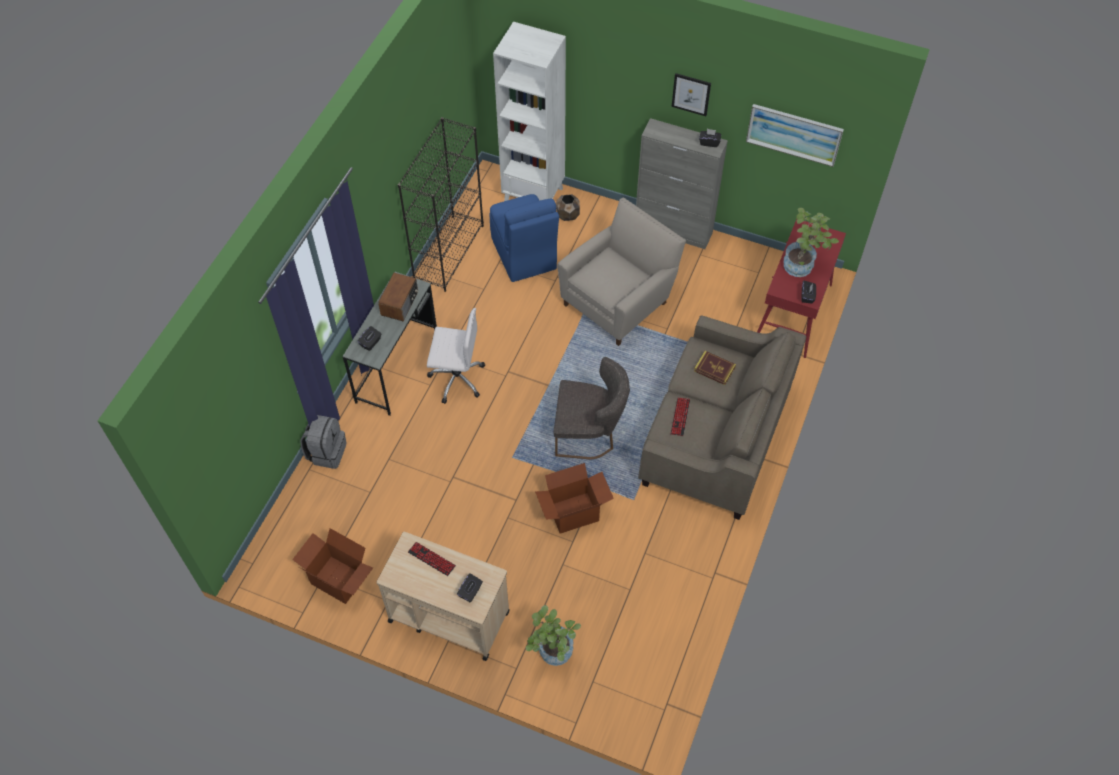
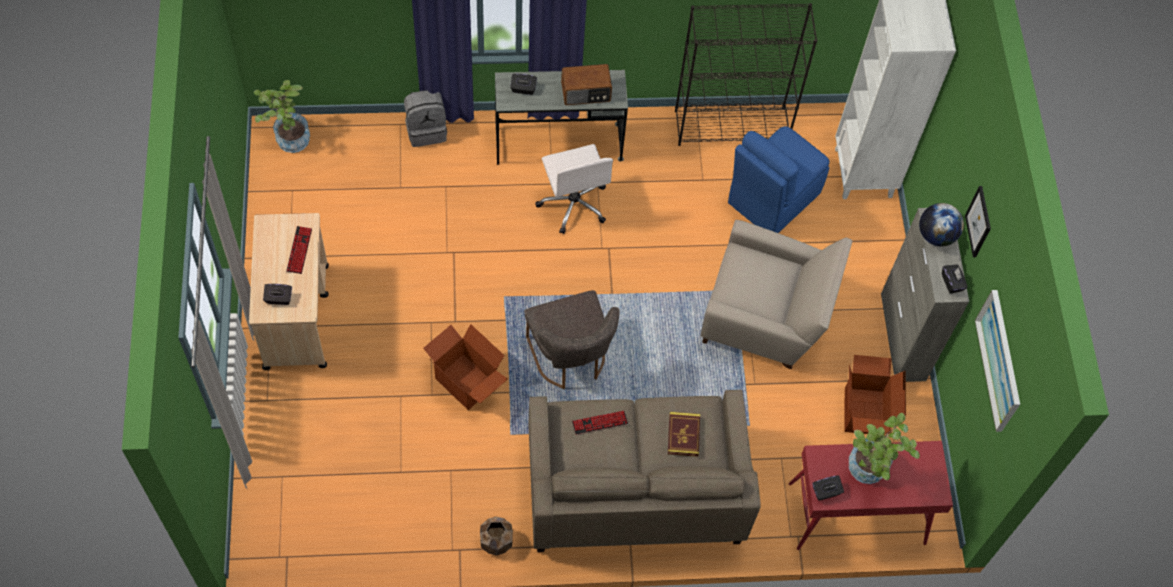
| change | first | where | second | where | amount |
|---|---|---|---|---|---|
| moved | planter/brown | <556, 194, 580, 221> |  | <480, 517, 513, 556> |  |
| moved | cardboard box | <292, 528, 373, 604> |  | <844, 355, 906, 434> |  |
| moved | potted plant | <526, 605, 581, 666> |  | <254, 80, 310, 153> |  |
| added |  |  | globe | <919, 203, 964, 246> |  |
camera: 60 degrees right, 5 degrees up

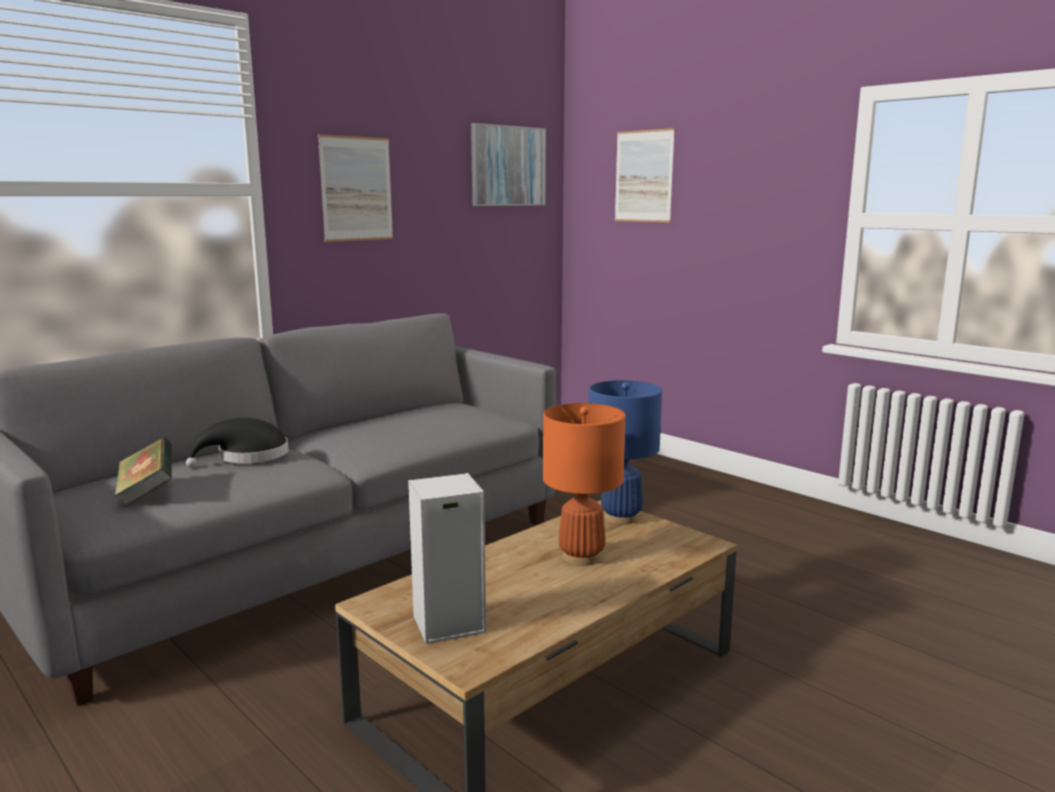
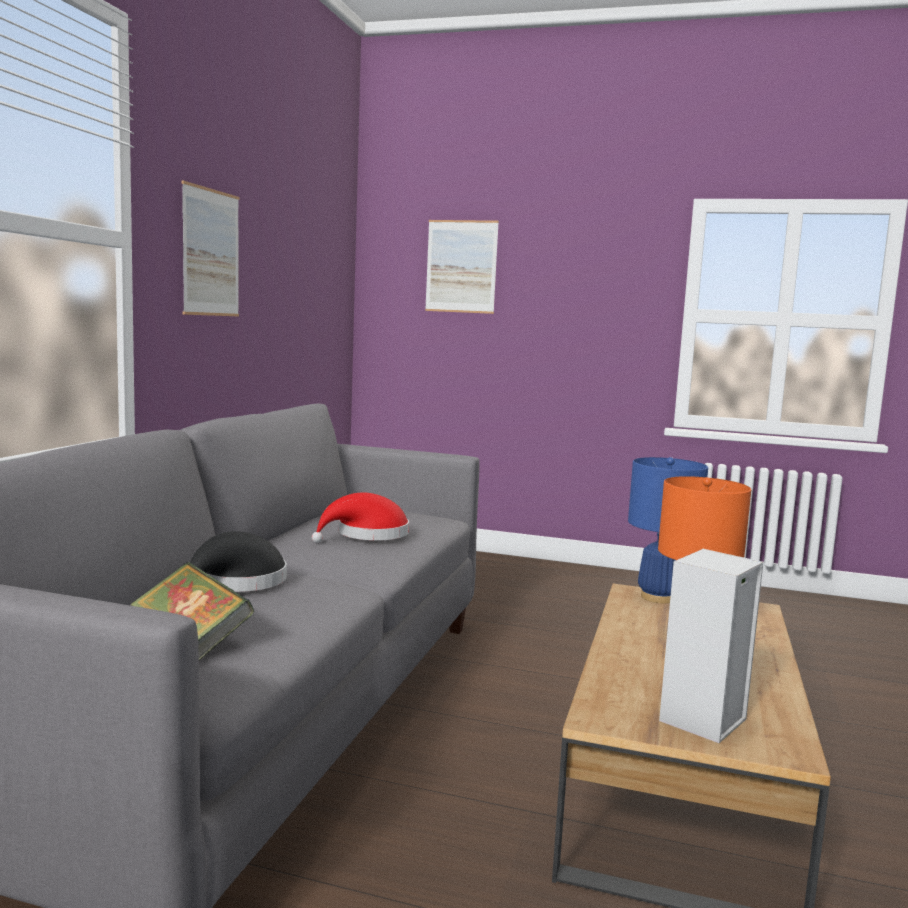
| change | first | where | second | where | amount |
|---|---|---|---|---|---|
| removed | picture | <471, 123, 546, 206> |  |  |  |
| added |  |  | hat/red | <312, 493, 409, 543> |  |
camera: 30 degrees left, 5 degrees down

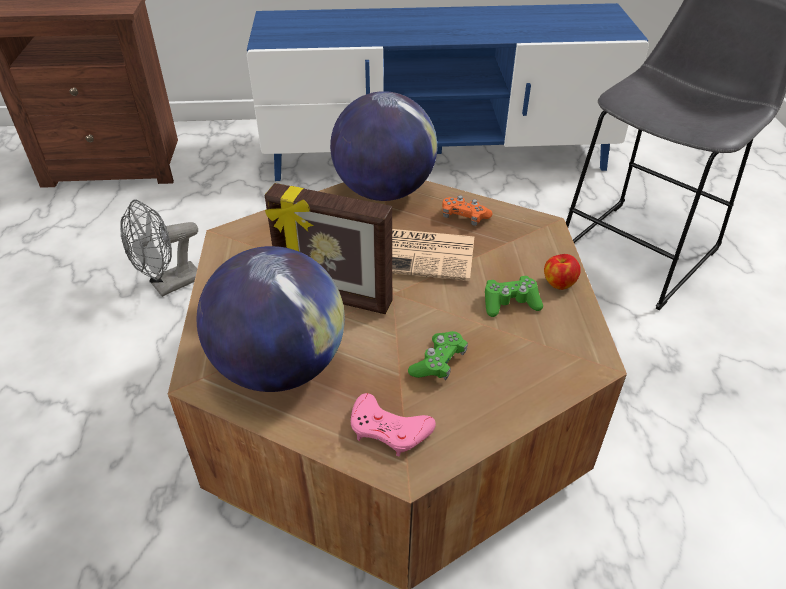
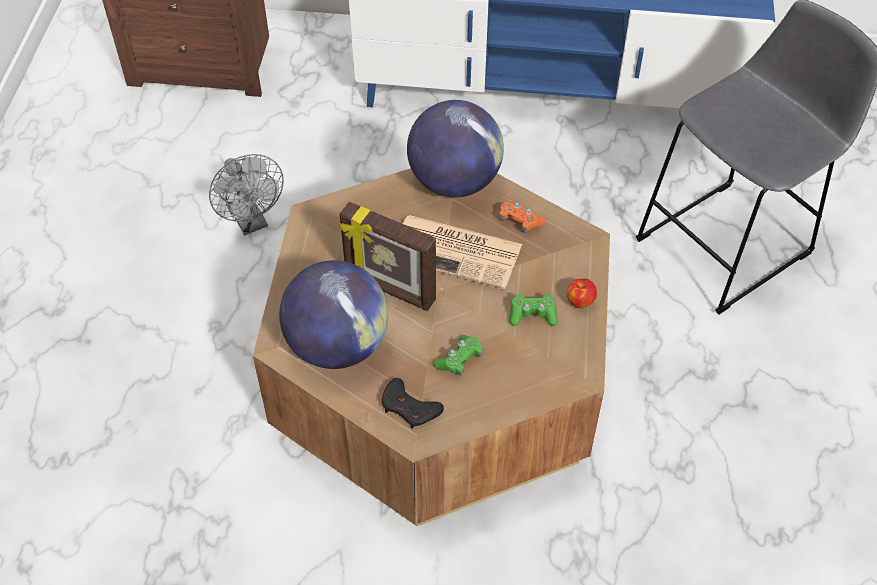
| change | first | where | second | where | amount |
|---|---|---|---|---|---|
| turned | fan/grey | <120, 199, 198, 297> |  | <209, 154, 284, 235> | 90 degrees counterclockwise |
| recoloured | game controller/pink | <351, 393, 436, 456> | game controller/black | <382, 378, 444, 429> |  |
camera: 10 degrees right, 10 degrees up

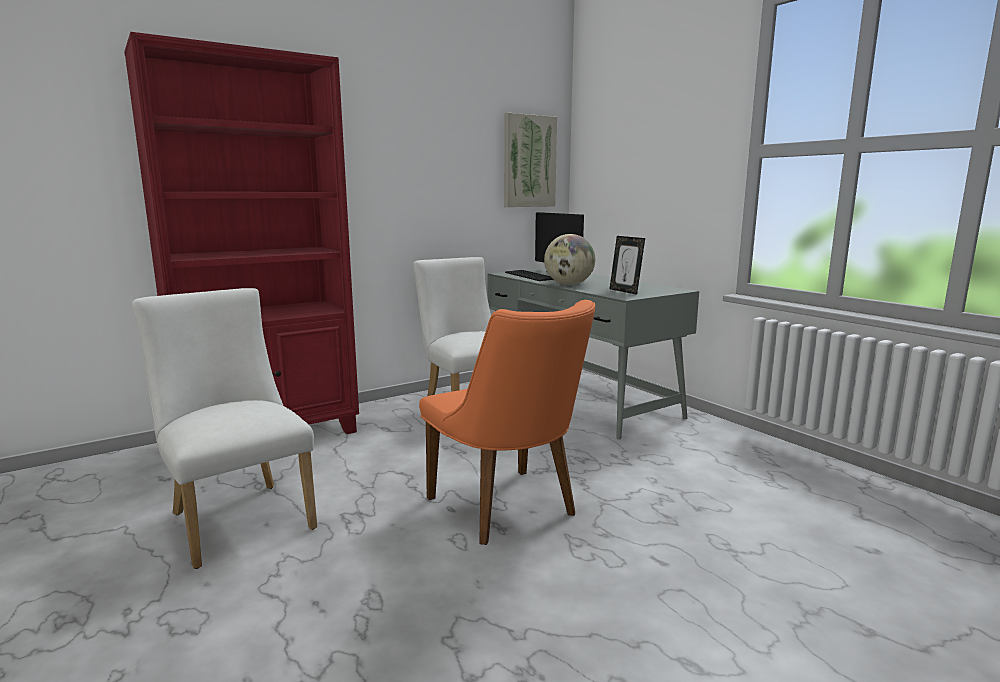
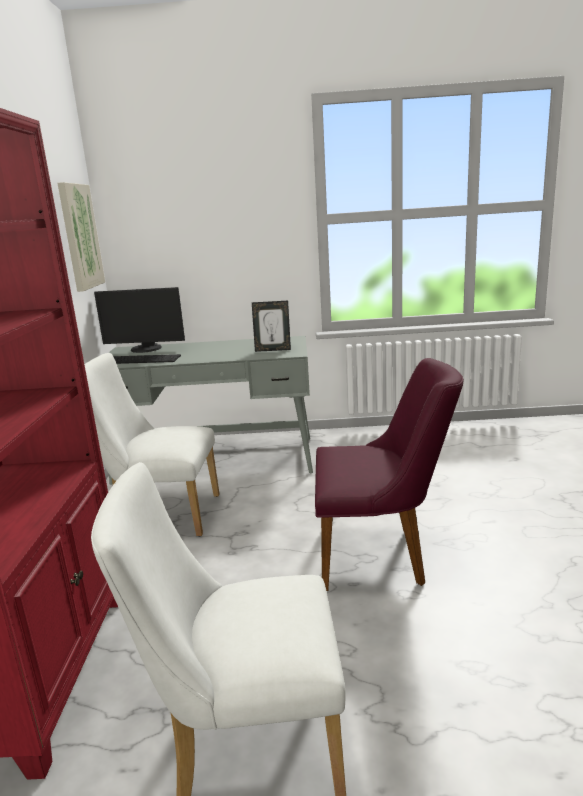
| change | first | where | second | where | amount |
|---|---|---|---|---|---|
| removed | globe | <544, 234, 595, 285> |  |  |  |
| recoloured | chair/orange | <419, 300, 595, 545> | chair/purple | <315, 358, 464, 591> |  |
camera: 55 degrees left, 5 degrees up

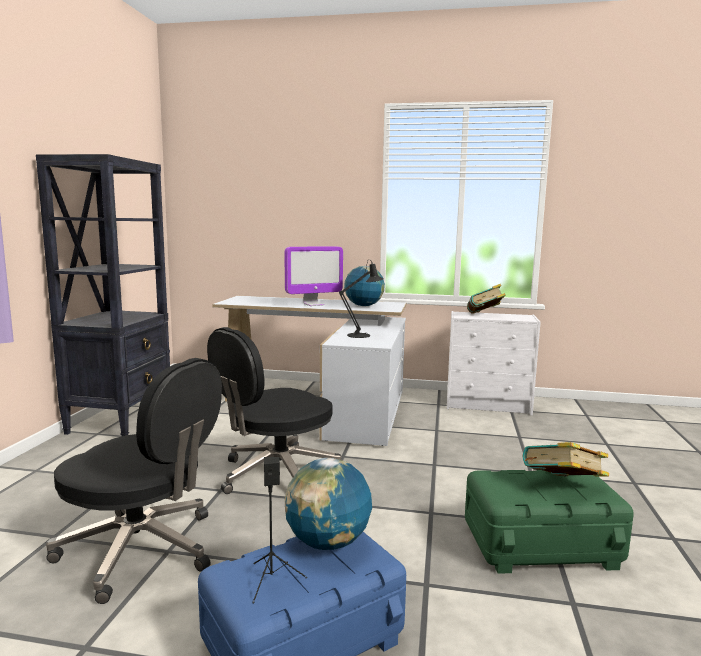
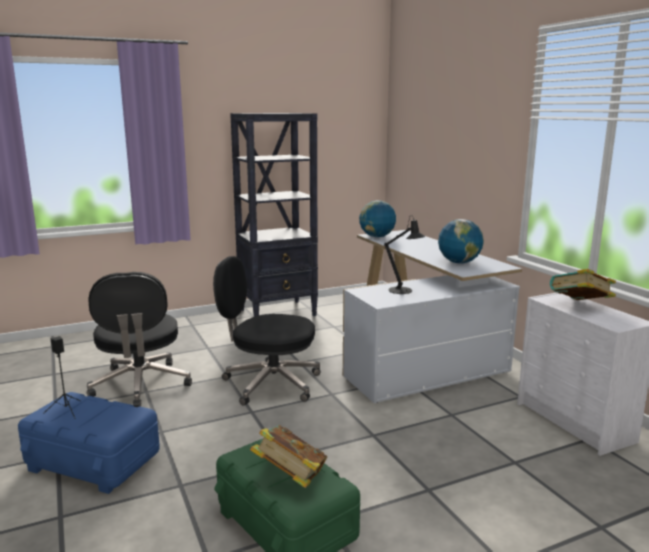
| change | first | where | second | where | amount |
|---|---|---|---|---|---|
| removed | monitor | <285, 246, 343, 306> |  |  |  |
| moved | globe | <285, 458, 372, 550> |  | <359, 200, 396, 237> |  |
camera: 55 degrees right, 5 degrees up

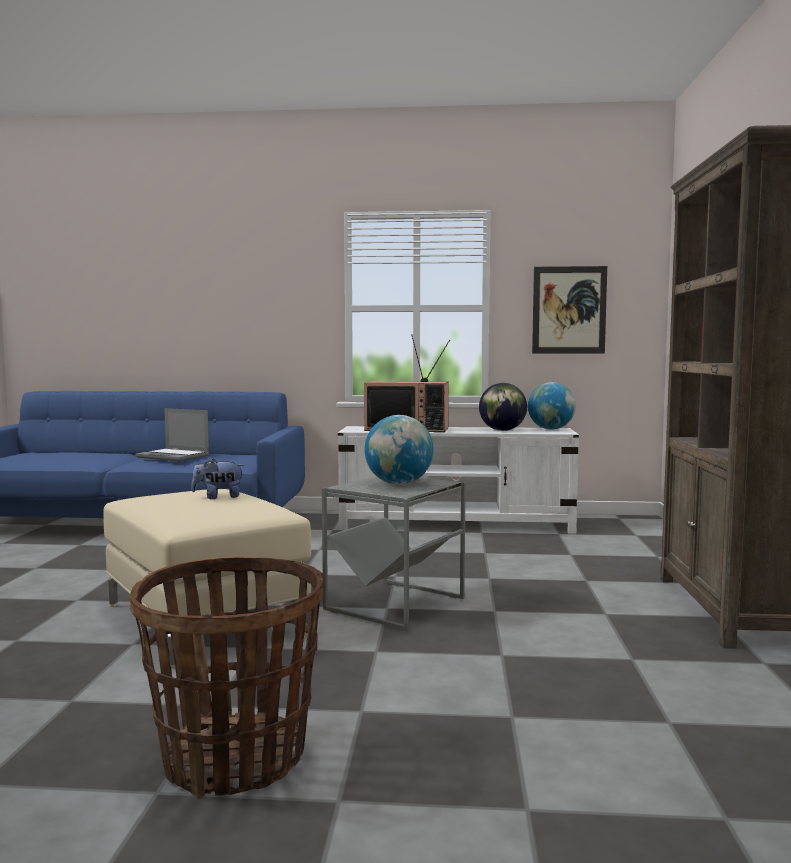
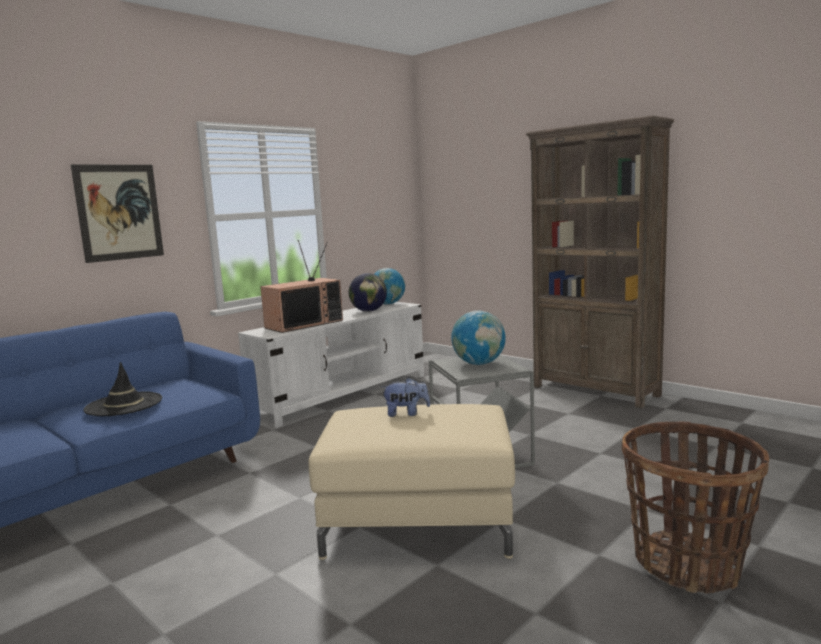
| change | first | where | second | where | amount |
|---|---|---|---|---|---|
| moved | picture | <532, 266, 607, 354> |  | <71, 164, 164, 263> |  |
| replaced | laptop | <135, 408, 209, 461> | hat/black | <83, 362, 162, 416> |  |
| turned | plush toy | <191, 459, 245, 499> |  | <381, 377, 430, 417> | 120 degrees counterclockwise |
camera: 50 degrees left, 5 degrees up

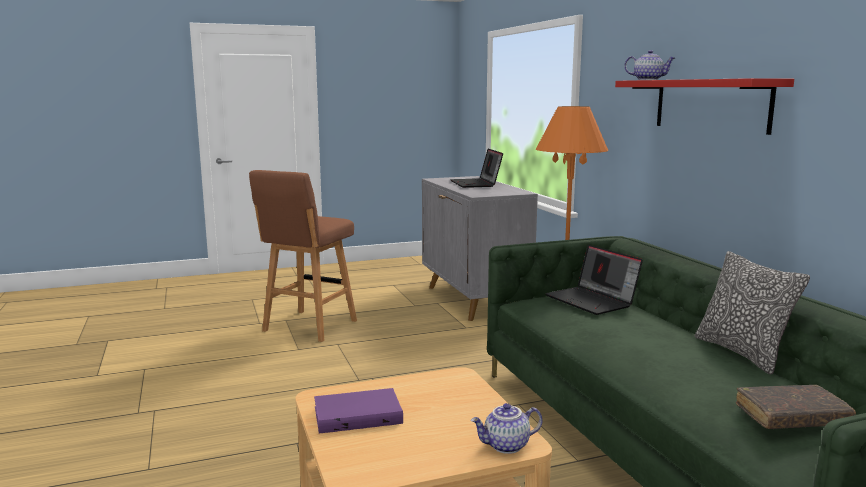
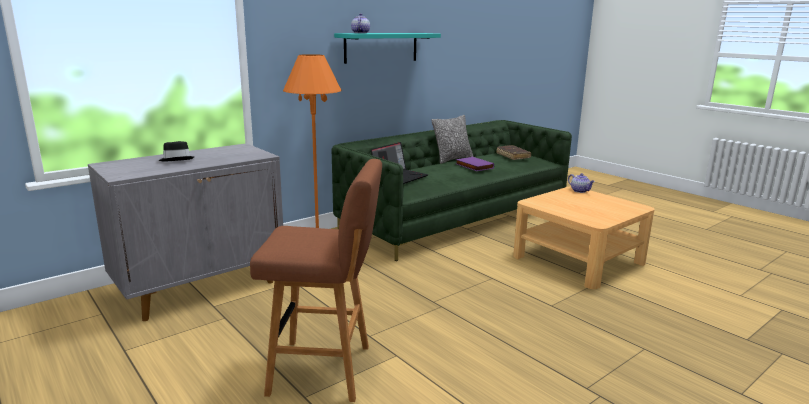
| change | first | where | second | where | amount |
|---|---|---|---|---|---|
| recoloured | shelf/red | <615, 78, 794, 135> | shelf/turquoise | <334, 33, 441, 64> |  |
| replaced | laptop | <450, 149, 503, 188> | hat/black | <159, 141, 194, 162> |  |
| moved | book/purple | <314, 388, 403, 434> |  | <456, 157, 494, 171> |  |
camera: 110 degrees left, 5 degrees up

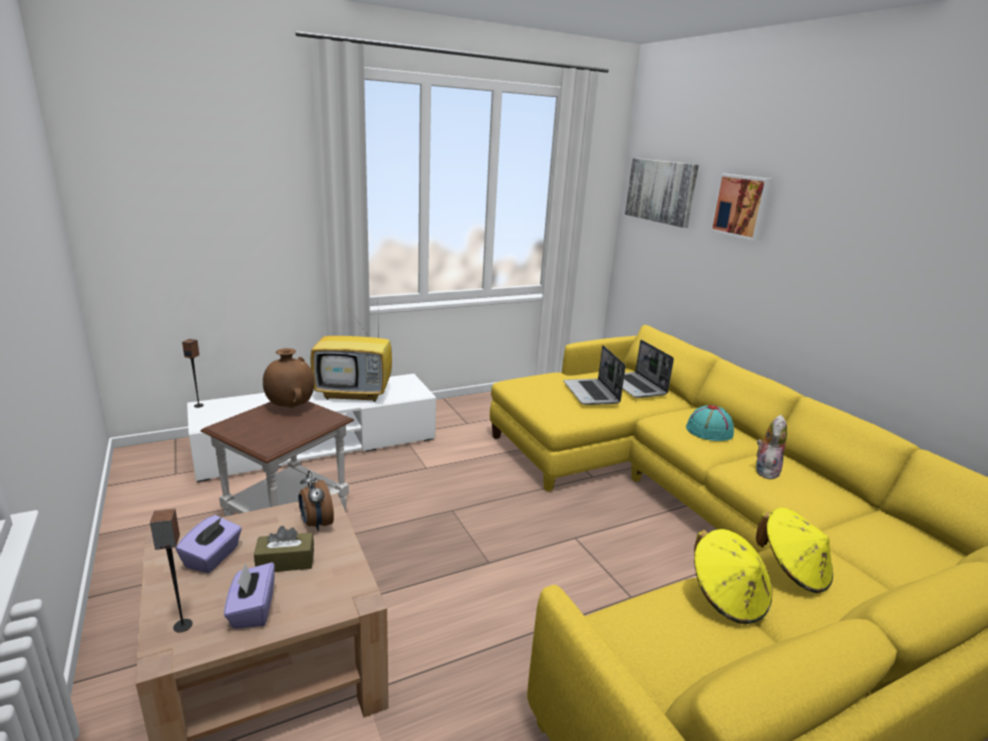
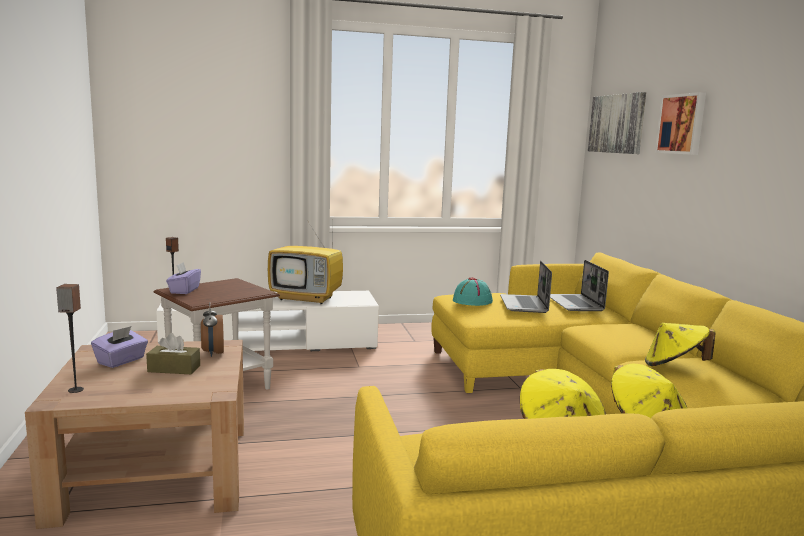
| change | first | where | second | where | amount |
|---|---|---|---|---|---|
| removed | vase/brown | <263, 348, 314, 408> |  |  |  |
| moved | hat/turquoise | <686, 405, 734, 441> |  | <453, 277, 493, 306> |  |
| replaced | plush toy | <756, 415, 787, 479> | hat/yellow | <645, 323, 716, 366> |  |
| moved | tissue box/purple | <224, 562, 275, 629> |  | <166, 262, 201, 294> |  |
camera: 15 degrees right, 10 degrees down

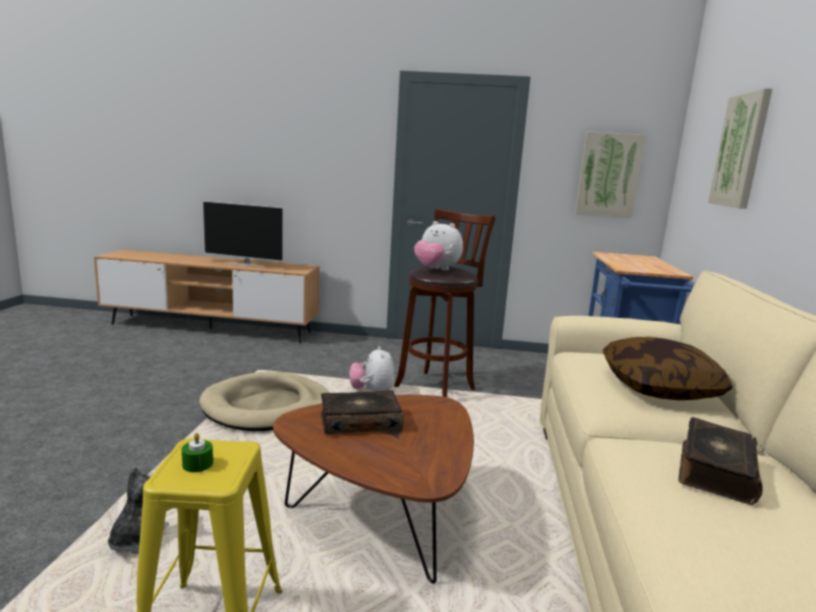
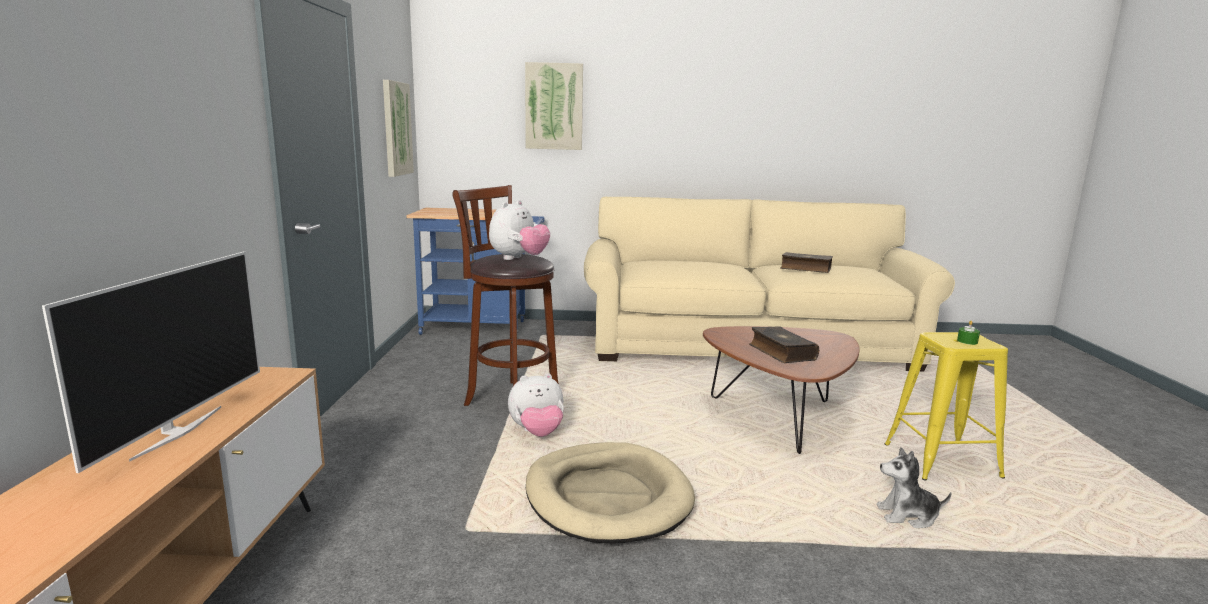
| change | first | where | second | where | amount |
|---|---|---|---|---|---|
| removed | pillow | <603, 337, 733, 400> |  |  |  |
camera: 95 degrees left, 0 degrees up

